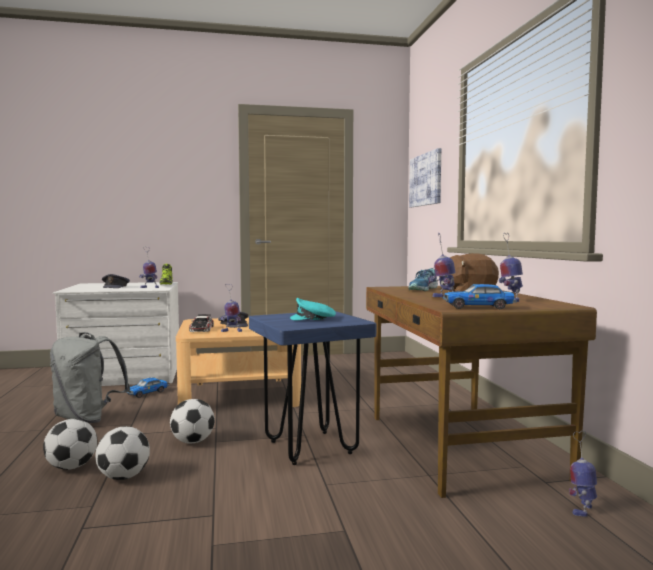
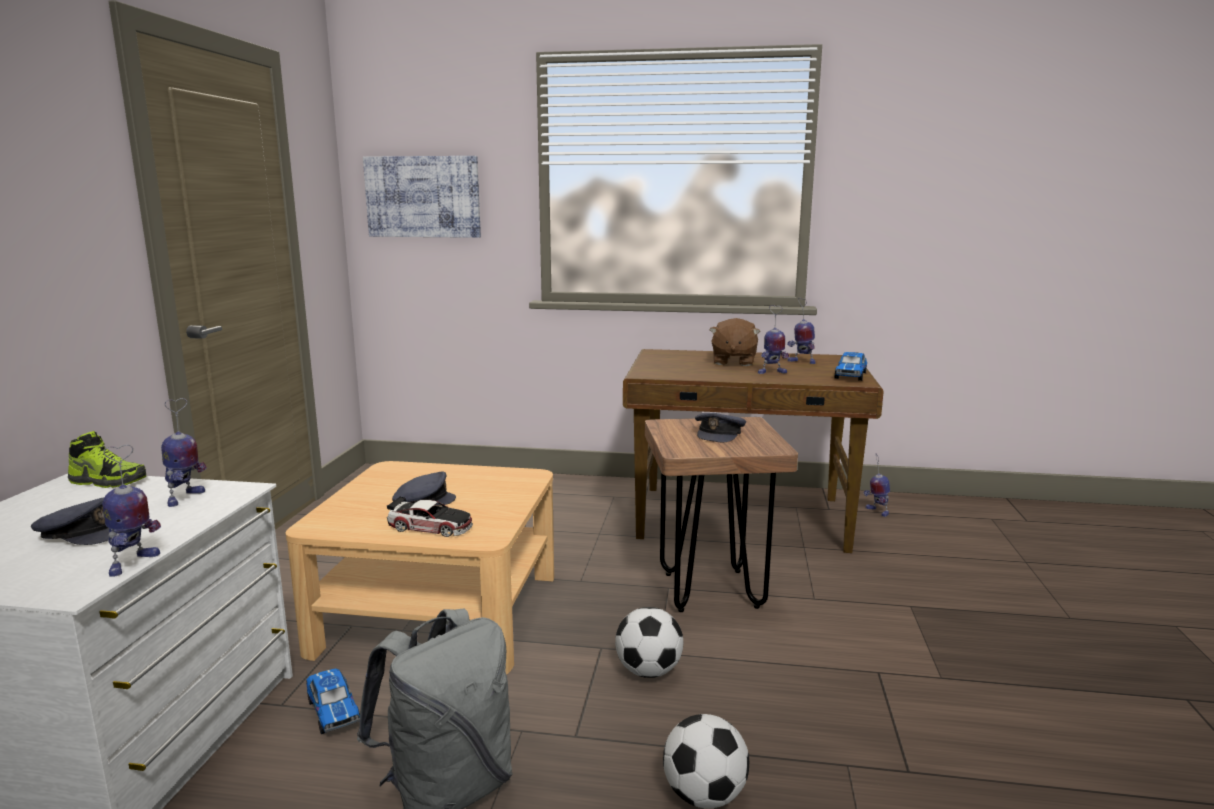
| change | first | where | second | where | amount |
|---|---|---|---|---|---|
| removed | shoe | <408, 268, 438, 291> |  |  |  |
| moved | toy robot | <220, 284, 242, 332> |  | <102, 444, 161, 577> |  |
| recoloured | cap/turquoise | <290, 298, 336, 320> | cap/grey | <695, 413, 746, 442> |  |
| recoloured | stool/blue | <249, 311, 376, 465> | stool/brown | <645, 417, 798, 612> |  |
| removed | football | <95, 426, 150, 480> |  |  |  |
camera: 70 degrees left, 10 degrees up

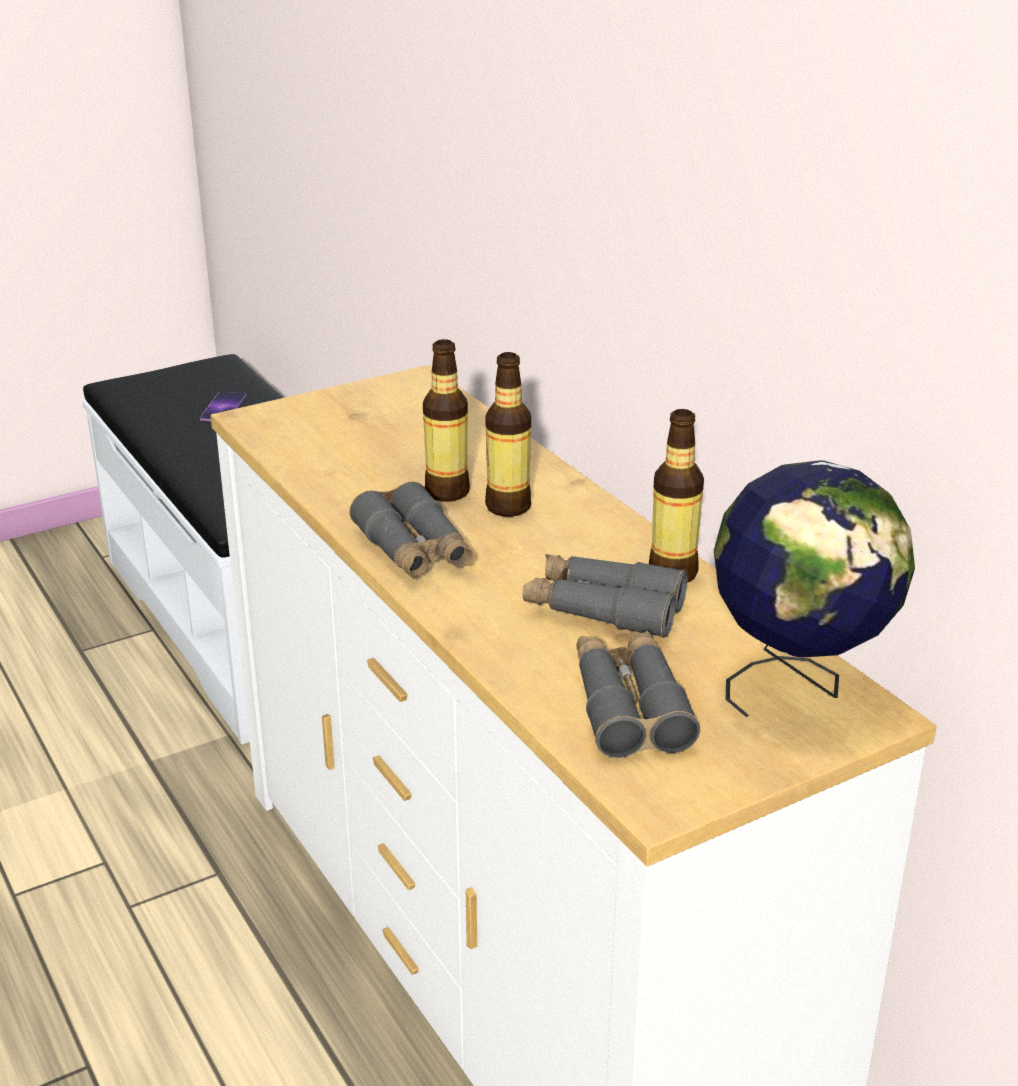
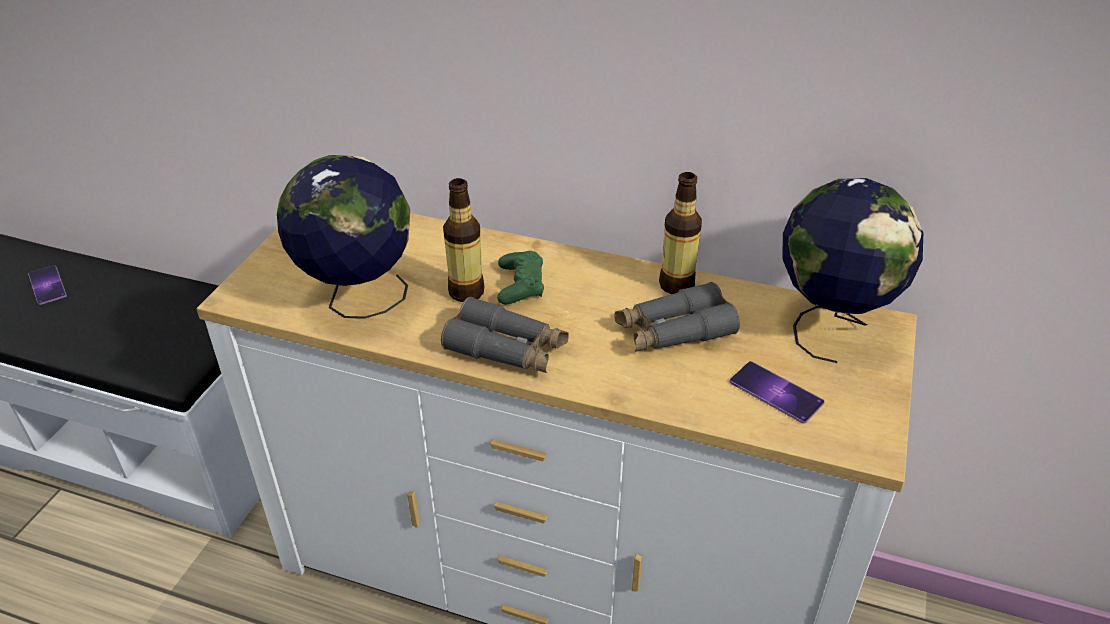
| change | first | where | second | where | amount |
|---|---|---|---|---|---|
| replaced | bottle | <485, 352, 531, 517> | game controller/green | <497, 251, 544, 304> |  |
| replaced | binoculars/grey | <576, 631, 701, 758> | phone | <730, 361, 825, 424> |  |
| added |  |  | globe | <277, 155, 410, 319> |  |
camera: 40 degrees left, 10 degrees up

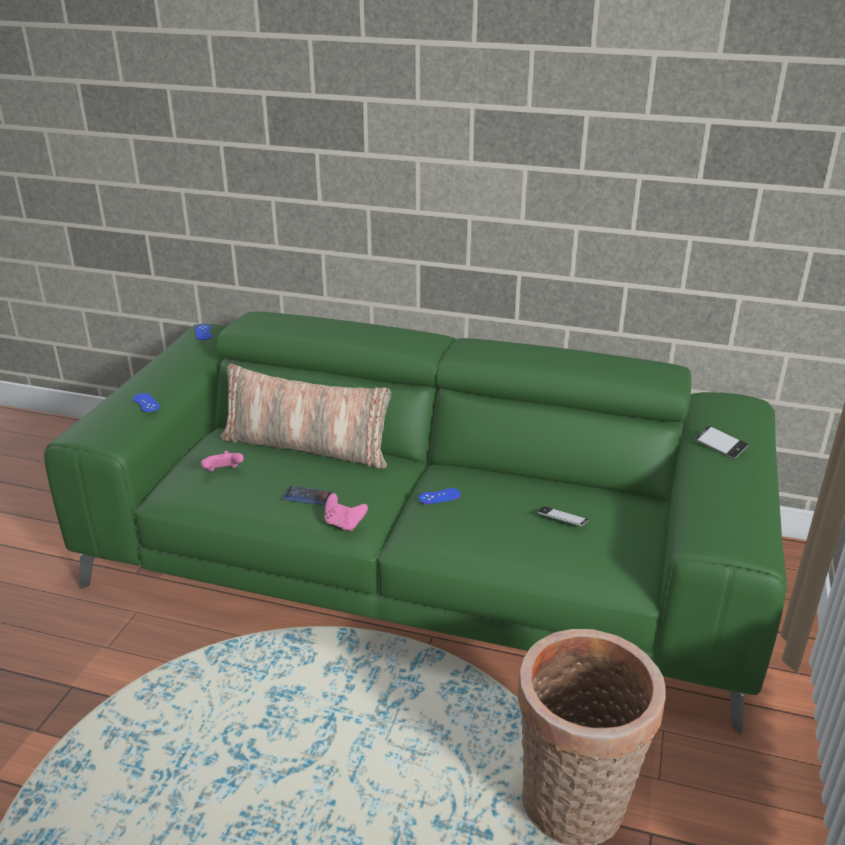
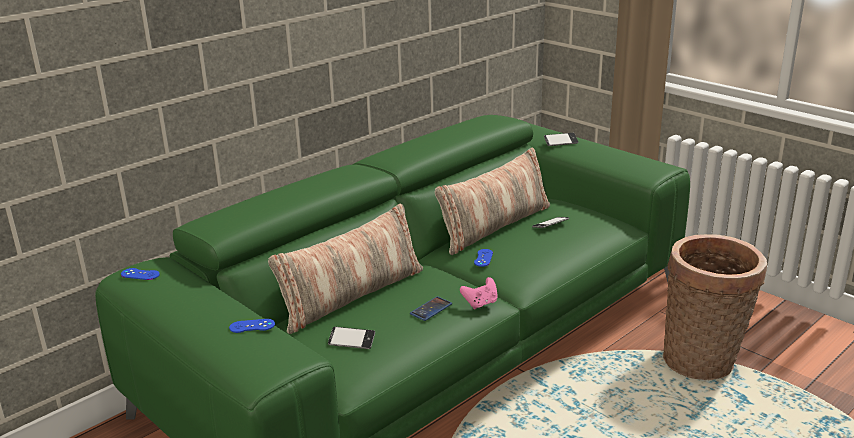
| change | first | where | second | where | amount |
|---|---|---|---|---|---|
| replaced | game controller/pink | <201, 451, 244, 471> | phone | <328, 327, 375, 349> |  |
| added |  |  | pillow | <435, 147, 550, 255> |  |
camera: 60 degrees left, 5 degrees down

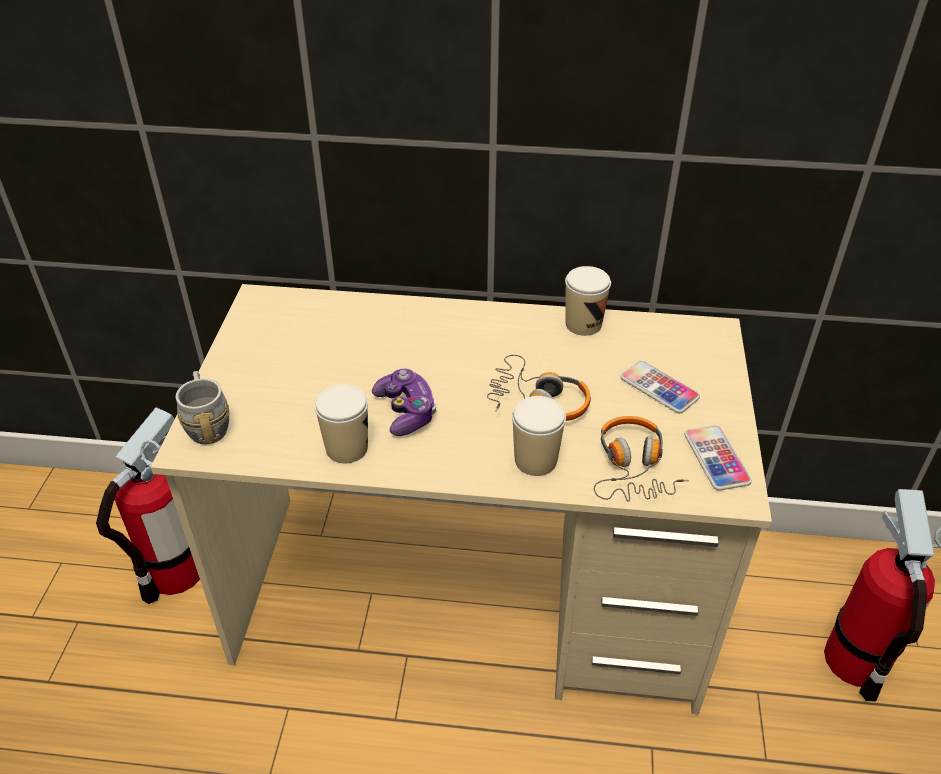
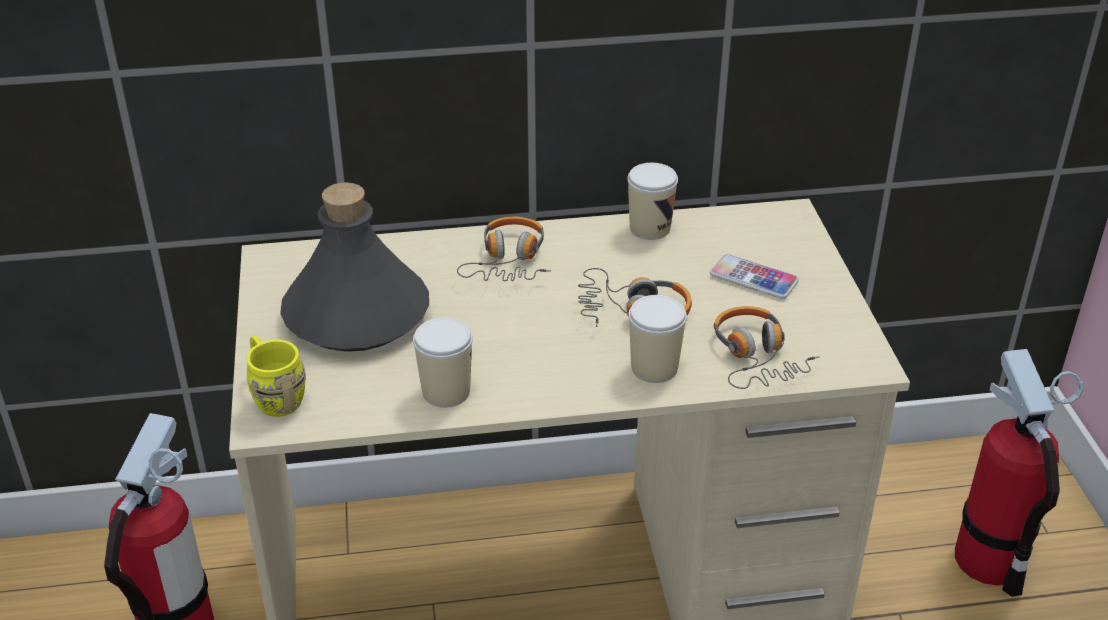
| change | first | where | second | where | amount |
|---|---|---|---|---|---|
| removed | game controller | <372, 369, 437, 436> |  |  |  |
| recoloured | mug/grey | <176, 371, 229, 444> | mug/yellow | <246, 336, 306, 417> |  |
| removed | phone | <684, 425, 752, 491> |  |  |  |
| added |  |  | bottle/grey | <280, 182, 429, 352> |  |
| added |  |  | headphones | <457, 217, 551, 281> |  |
camera: 15 degrees left, 5 degrees down

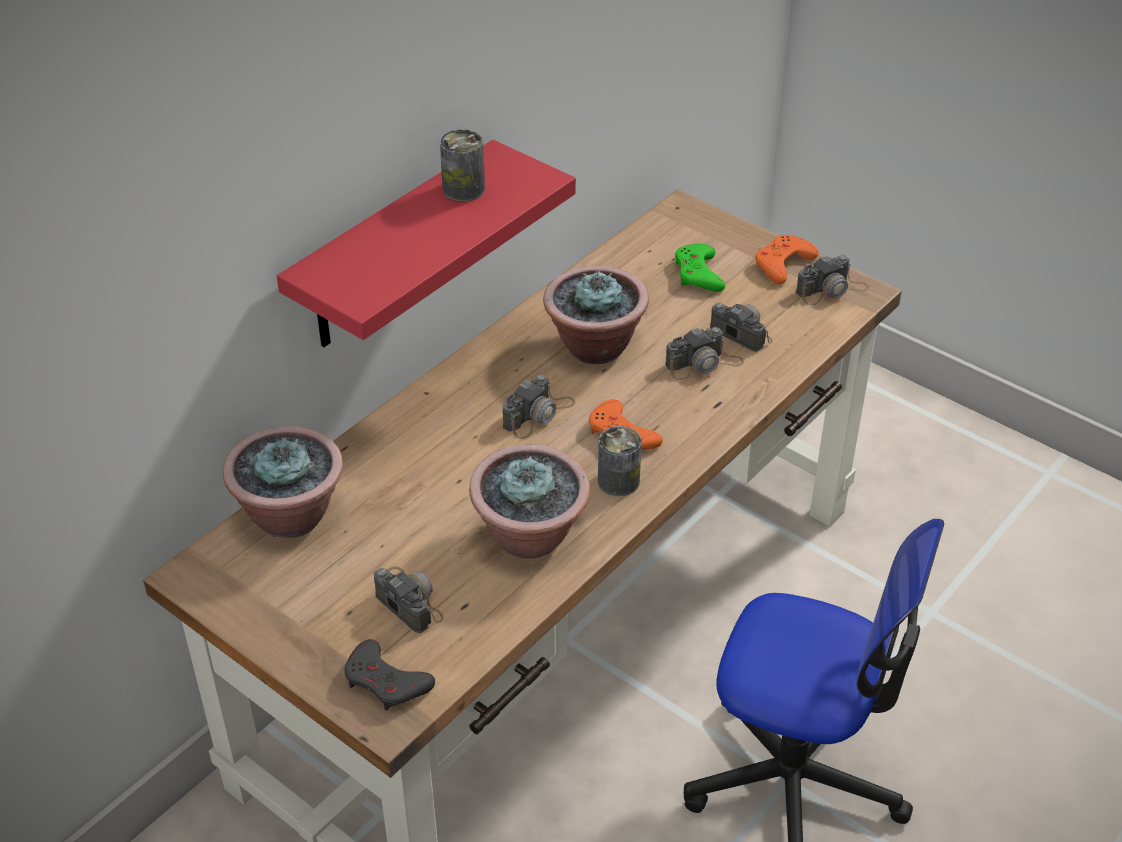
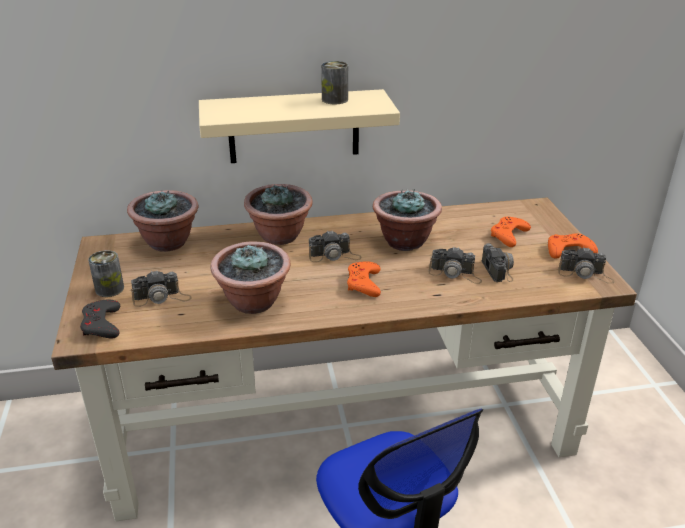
| change | first | where | second | where | amount |
|---|---|---|---|---|---|
| recoloured | shelf/red | <277, 140, 576, 347> | shelf/beige | <199, 89, 400, 163> |  |
| recoloured | game controller/green | <675, 243, 725, 292> | game controller/orange | <491, 217, 531, 247> |  |
| moved | can | <598, 426, 642, 496> |  | <88, 250, 124, 297> |  |
| turned | photo camera | <374, 566, 444, 633> |  | <131, 271, 192, 307> | 75 degrees clockwise |
| added |  |  | potted plant | <244, 184, 312, 245> |  |
camera: 40 degrees right, 10 degrees down

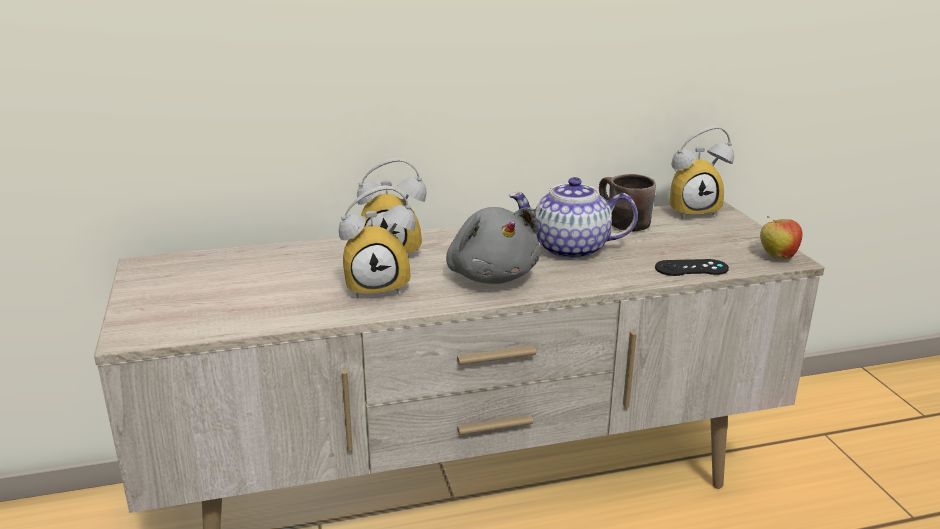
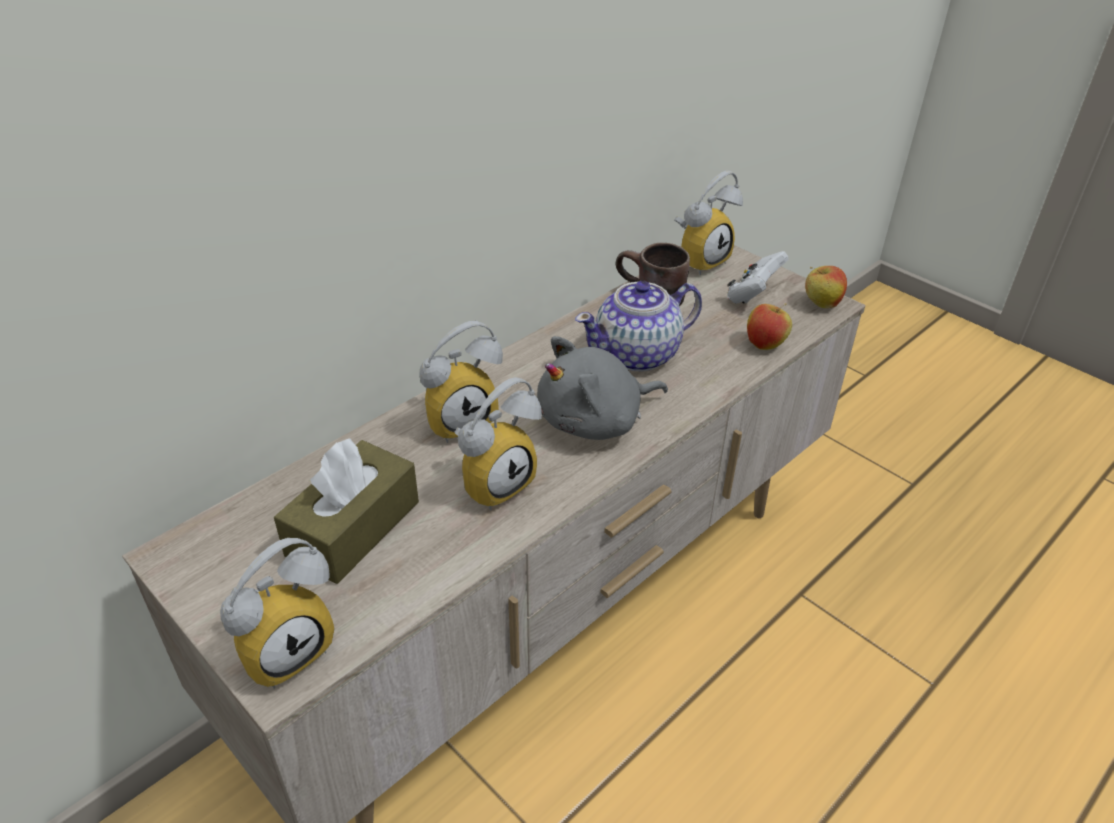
| change | first | where | second | where | amount |
|---|---|---|---|---|---|
| turned | plush toy/grey | <446, 207, 540, 284> |  | <537, 336, 668, 440> | 120 degrees clockwise |
| replaced | game controller/black | <655, 259, 729, 276> | apple | <747, 303, 792, 350> |  |
| added |  |  | game controller/white | <727, 251, 789, 304> |  |
| added |  |  | tissue box/brown | <274, 439, 419, 584> |  |
| added |  |  | alarm clock | <220, 538, 335, 689> |  |
camera: 30 degrees left, 15 degrees up

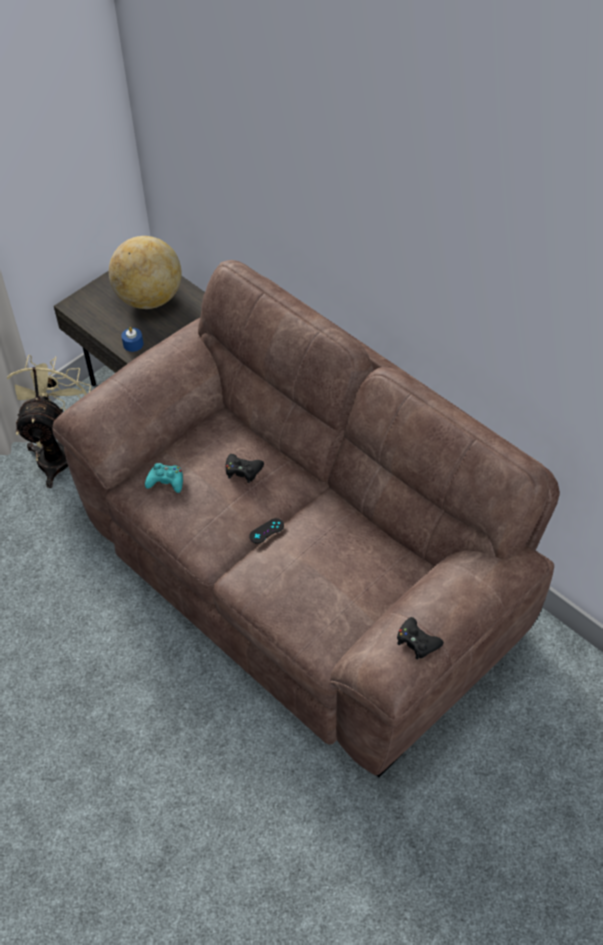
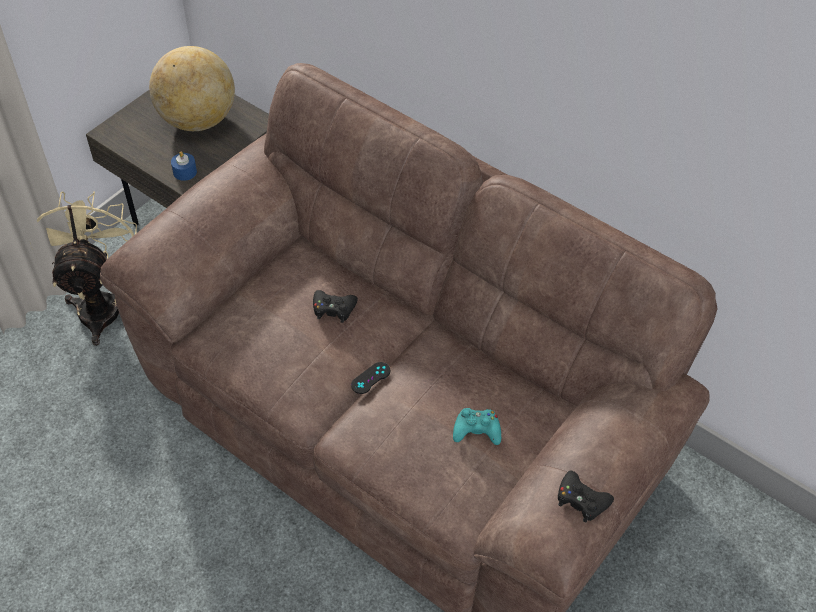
| change | first | where | second | where | amount |
|---|---|---|---|---|---|
| moved | game controller/turquoise | <145, 463, 183, 493> |  | <453, 408, 501, 445> |  |
camera: 10 degrees left, 0 degrees up

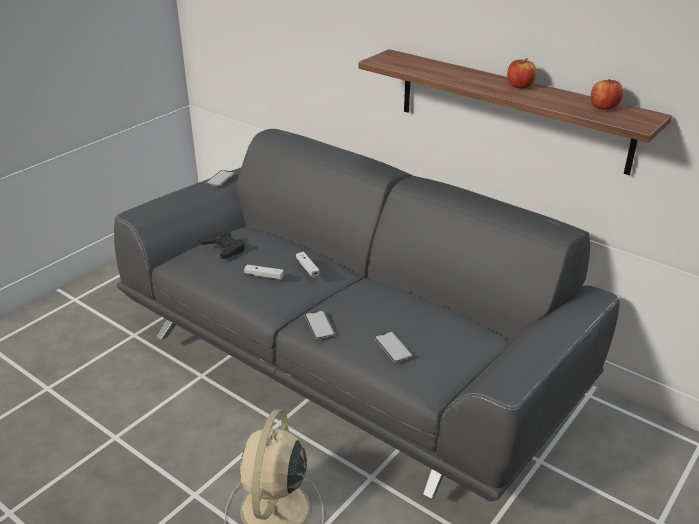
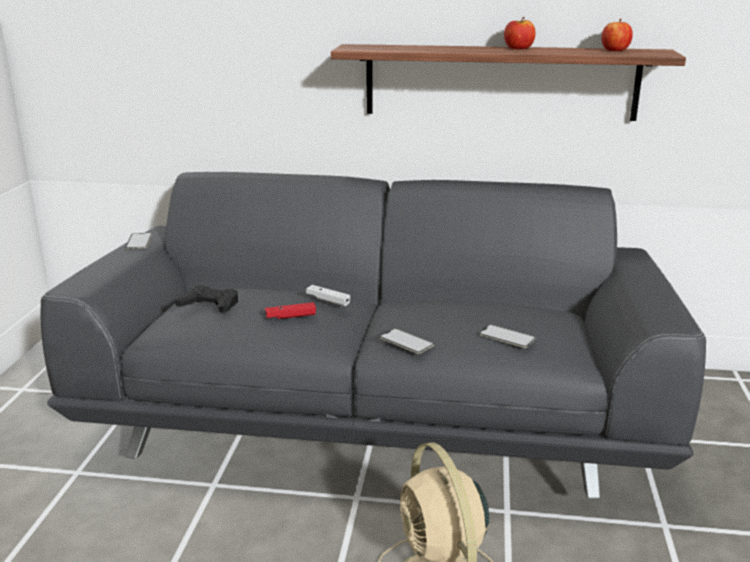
| change | first | where | second | where | amount |
|---|---|---|---|---|---|
| recoloured | game controller/white | <244, 265, 283, 280> | game controller/red | <265, 302, 316, 319> |  |
camera: 30 degrees left, 10 degrees down

